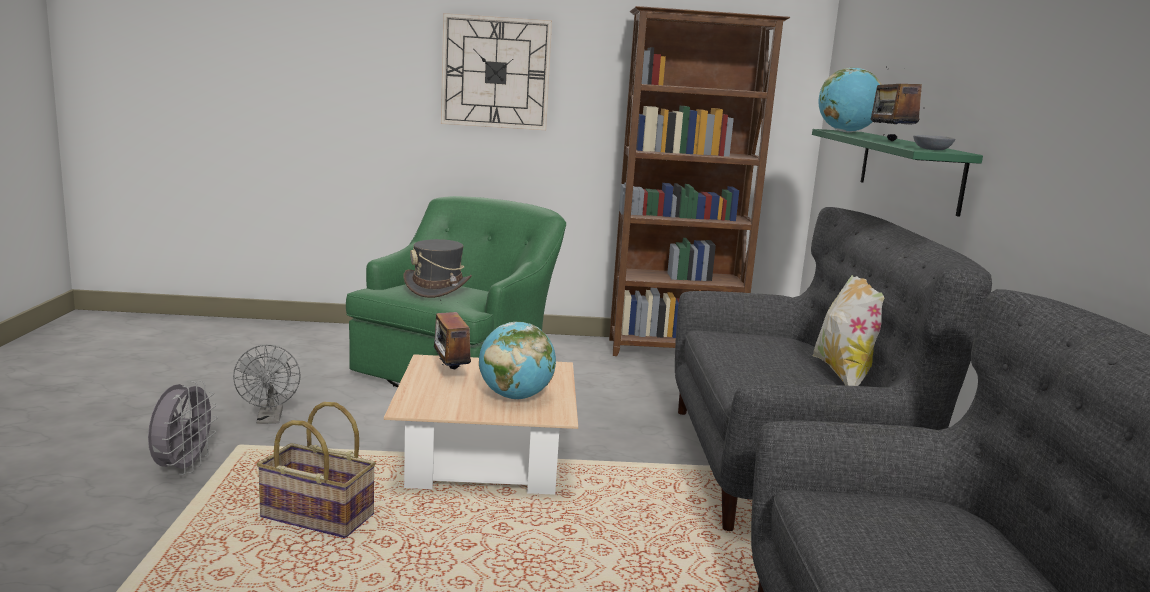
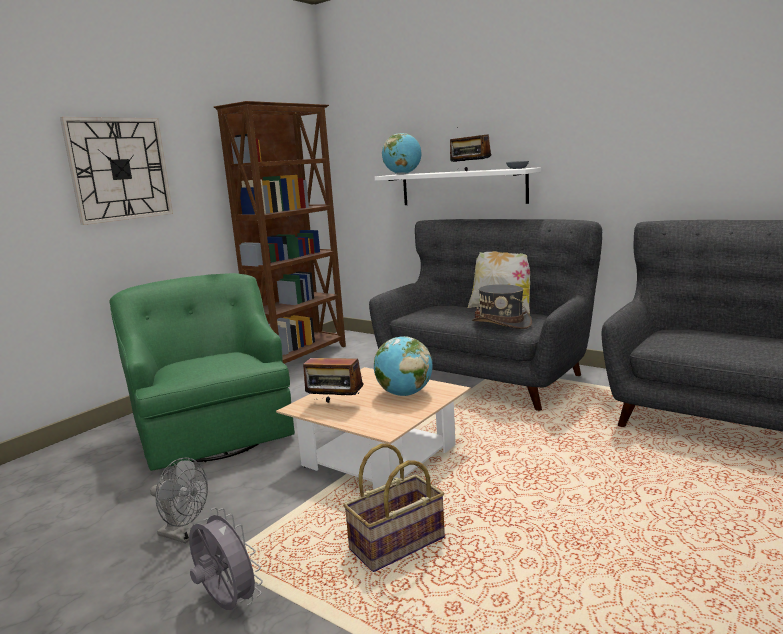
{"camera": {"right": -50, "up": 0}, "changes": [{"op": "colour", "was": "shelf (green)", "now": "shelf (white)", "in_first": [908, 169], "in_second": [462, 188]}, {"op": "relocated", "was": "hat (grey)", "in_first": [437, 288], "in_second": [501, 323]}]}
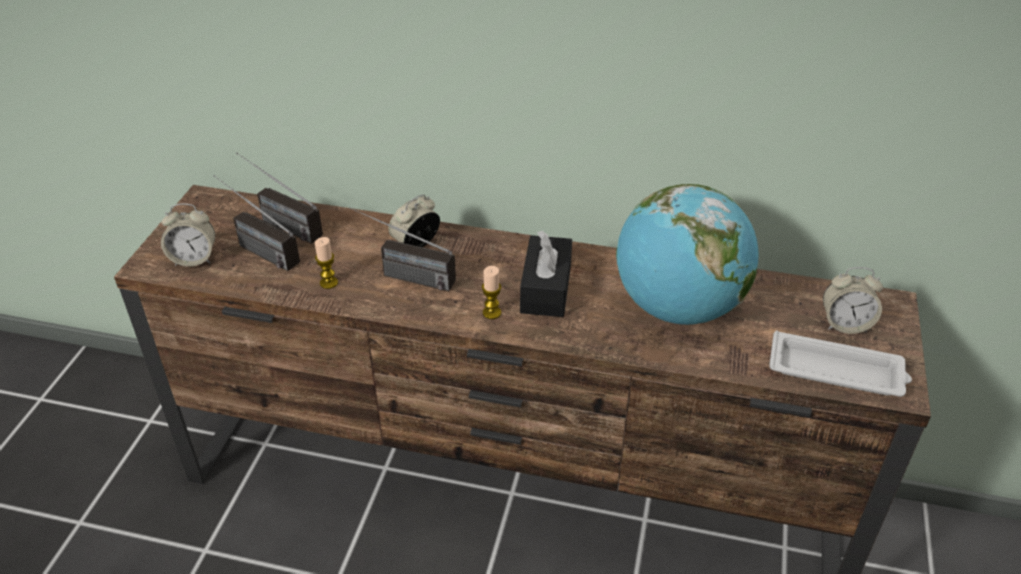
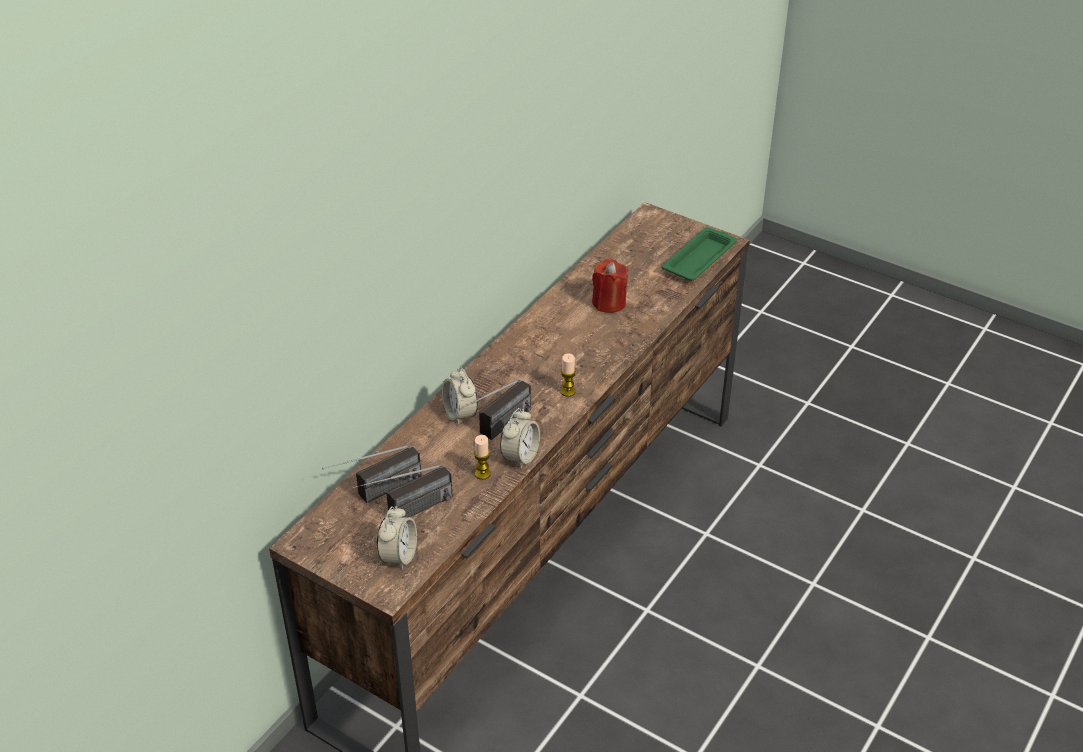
{"camera": {"right": -70, "up": 0}, "changes": [{"op": "relocated", "was": "alarm clock", "in_first": [845, 324], "in_second": [520, 456]}, {"op": "exchanged", "was": "globe", "now": "candle (red)", "in_first": [678, 308], "in_second": [609, 302]}, {"op": "colour", "was": "tray (white)", "now": "tray (green)", "in_first": [837, 372], "in_second": [700, 258]}, {"op": "missing", "was": "tissue box (black)", "in_first": [546, 288]}]}
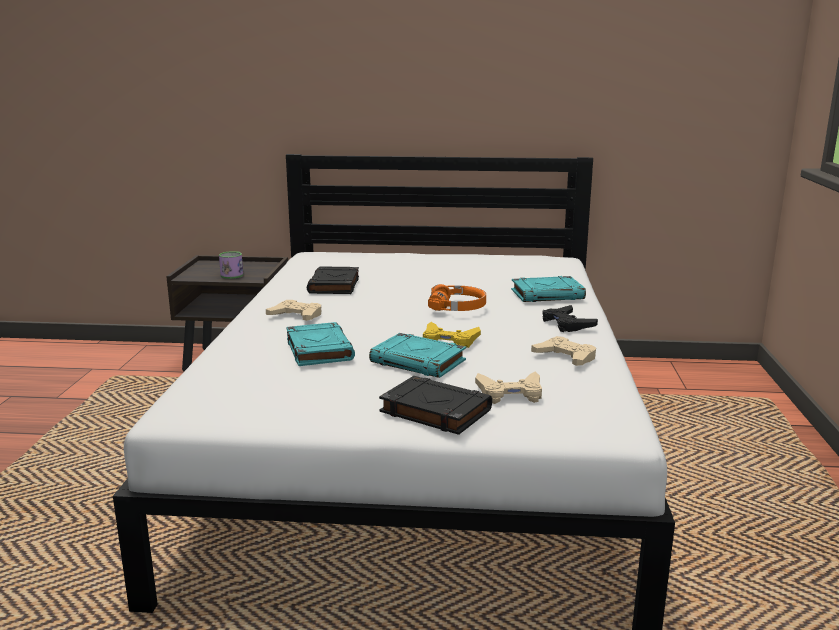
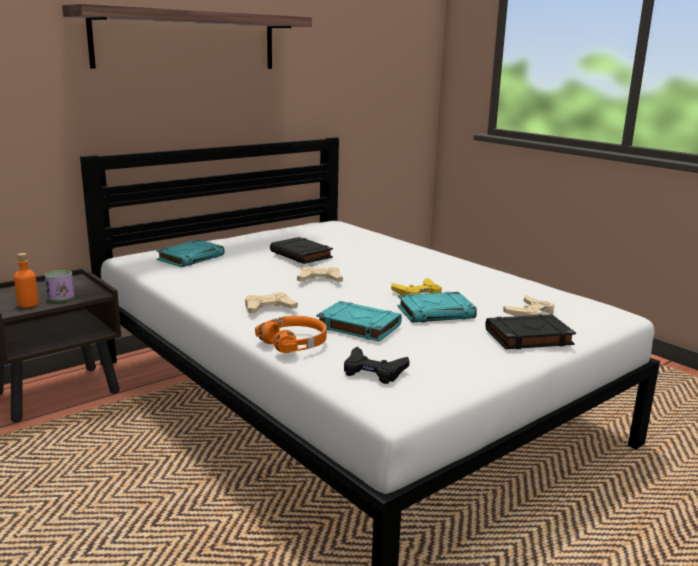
{"camera": {"right": -45, "up": 0}, "changes": [{"op": "appeared", "now": "bottle (orange)", "in_second": [28, 304]}, {"op": "appeared", "now": "shelf", "in_second": [187, 40]}, {"op": "relocated", "was": "book (turquoise)", "in_first": [548, 294], "in_second": [191, 258]}, {"op": "relocated", "was": "headphones (orange)", "in_first": [457, 307], "in_second": [294, 342]}, {"op": "relocated", "was": "book (black)", "in_first": [334, 285], "in_second": [301, 255]}, {"op": "relocated", "was": "game controller (beige)", "in_first": [565, 357], "in_second": [320, 280]}, {"op": "relocated", "was": "game controller (black)", "in_first": [567, 324], "in_second": [373, 371]}]}
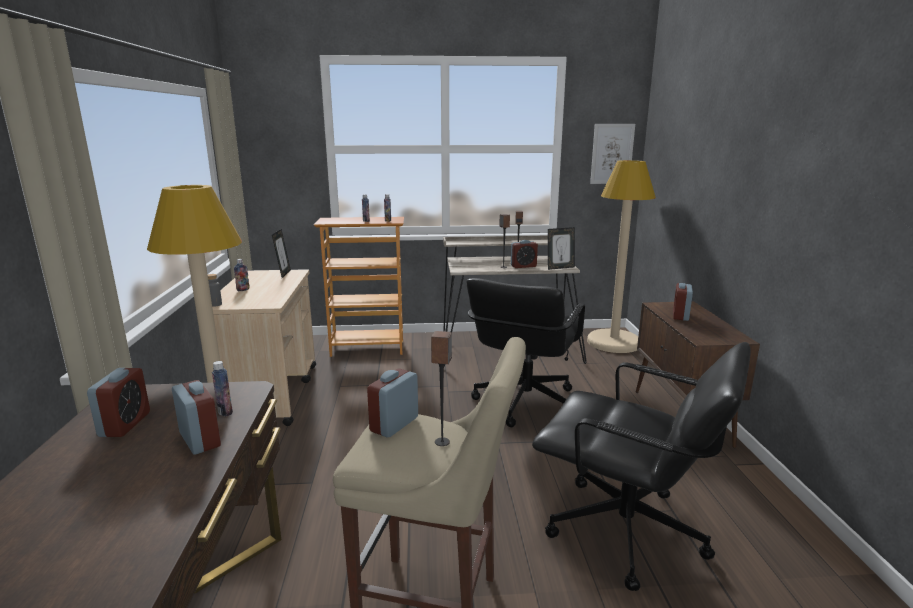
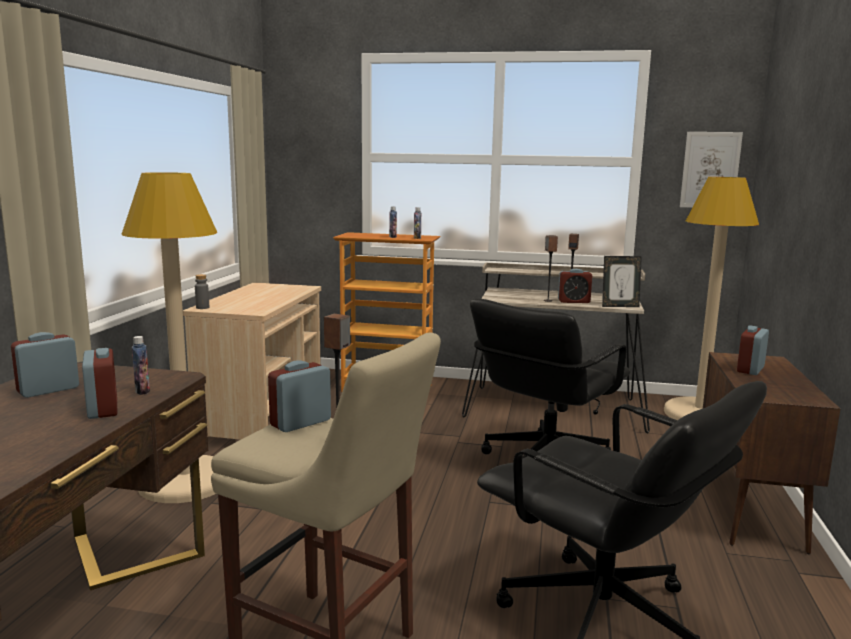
{"camera": {"right": 15, "up": -5}, "changes": [{"op": "spun", "was": "alarm clock", "in_first": [125, 424], "in_second": [48, 390], "clockwise": -150}, {"op": "missing", "was": "bottle", "in_first": [243, 290]}, {"op": "missing", "was": "picture frame", "in_first": [283, 274]}]}
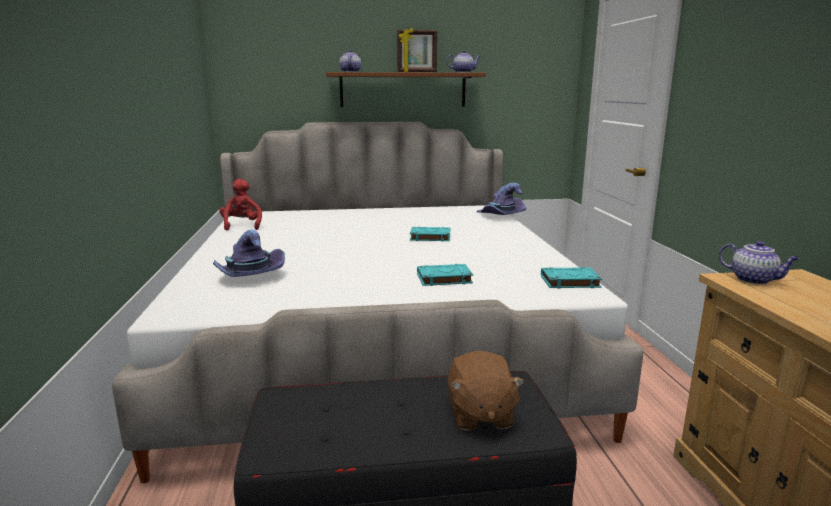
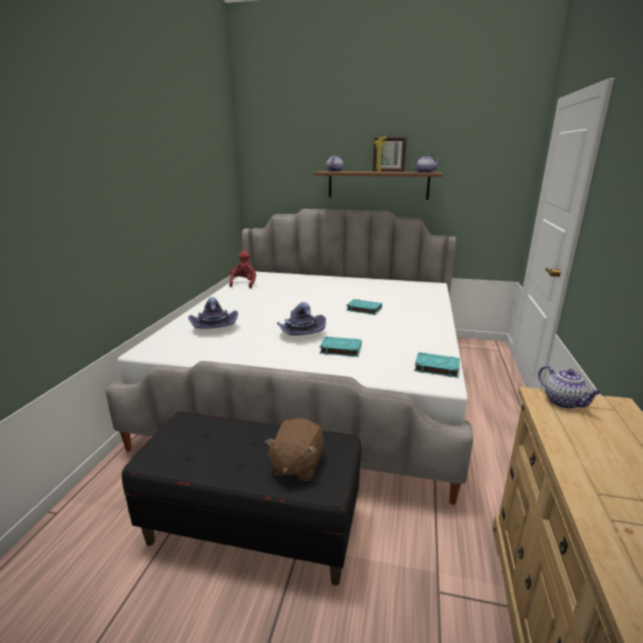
{"camera": {"right": 20, "up": 5}, "changes": [{"op": "relocated", "was": "hat (purple)", "in_first": [501, 216], "in_second": [300, 333]}]}
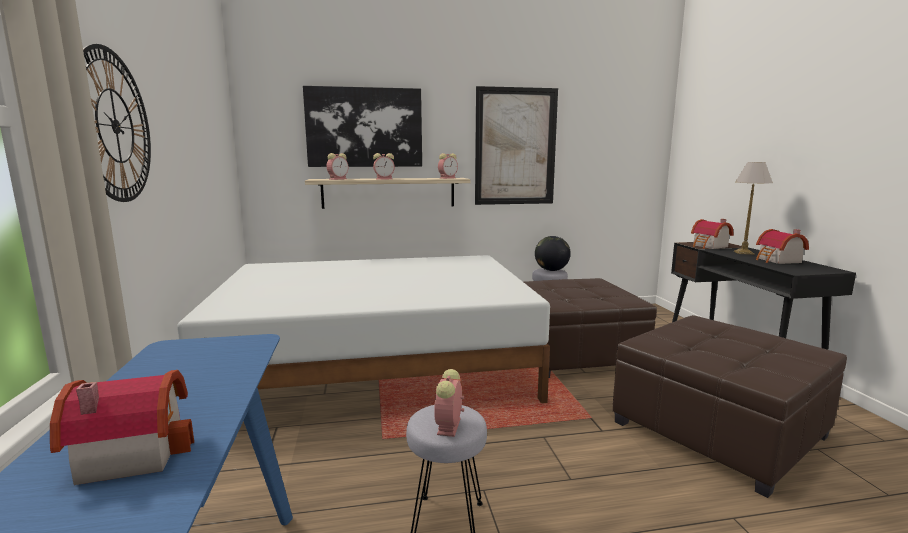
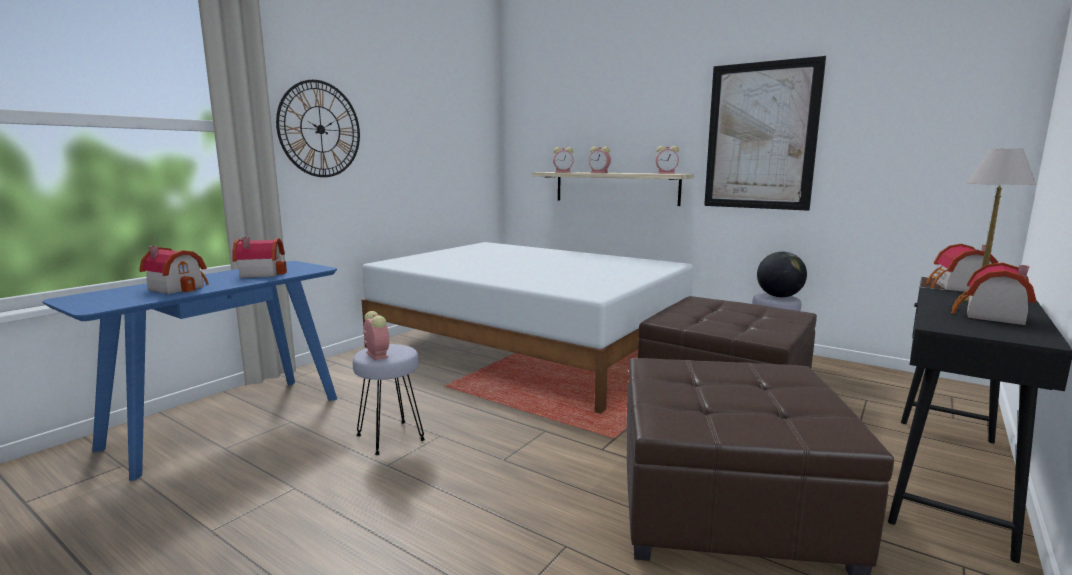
{"camera": {"right": 45, "up": 0}, "changes": [{"op": "appeared", "now": "toy house", "in_second": [261, 273]}, {"op": "spun", "was": "alarm clock", "in_first": [449, 427], "in_second": [376, 354], "clockwise": 90}, {"op": "missing", "was": "picture", "in_first": [364, 127]}]}
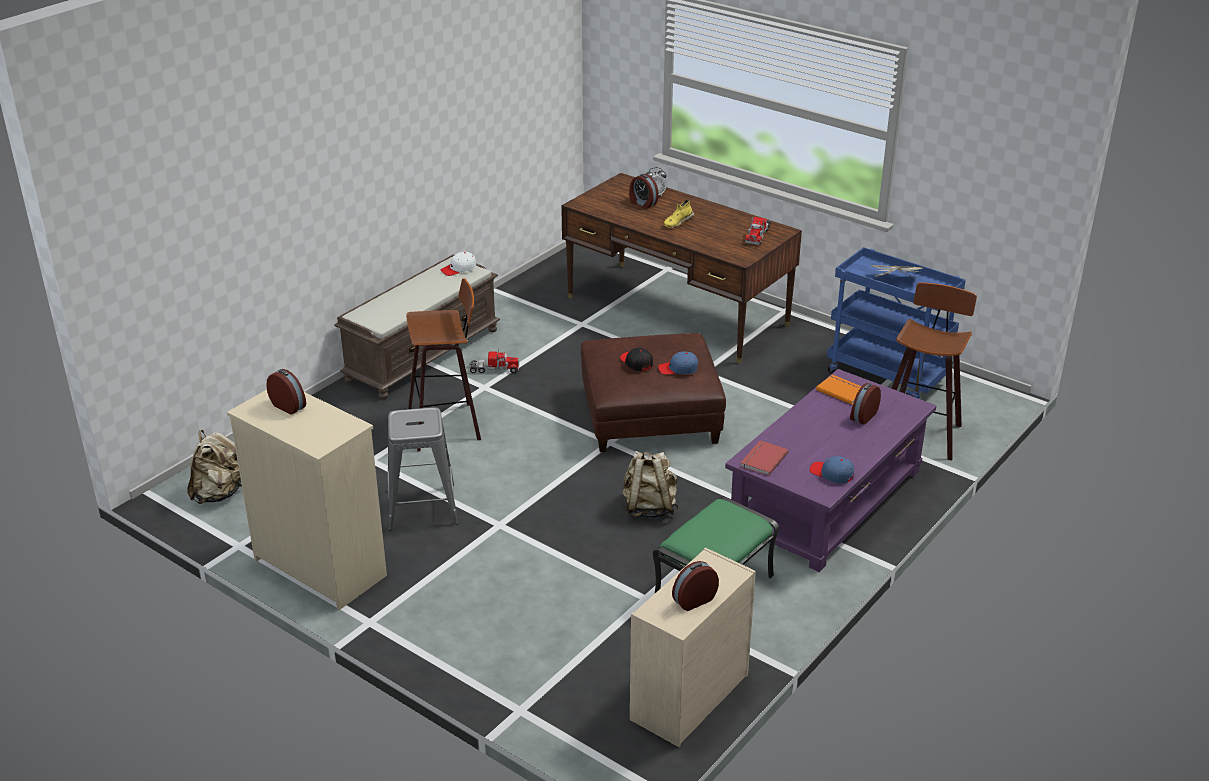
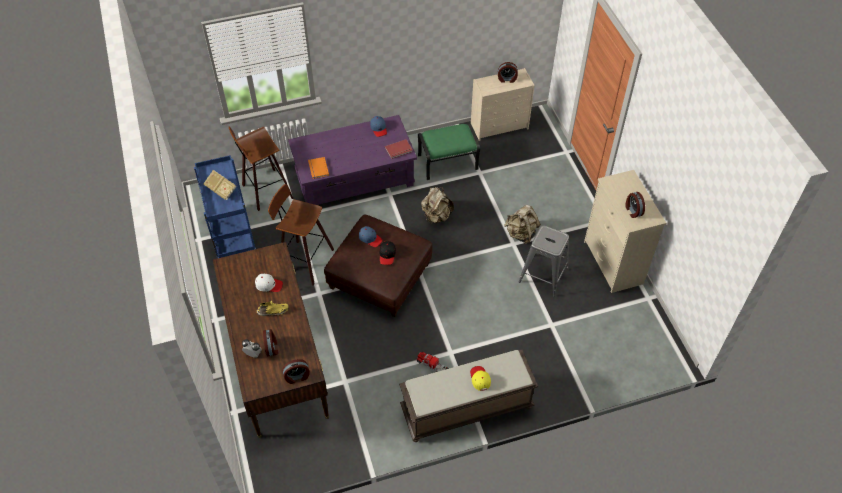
{"camera": {"right": -145, "up": 20}, "changes": [{"op": "relocated", "was": "cap (white)", "in_first": [459, 269], "in_second": [269, 285]}, {"op": "relocated", "was": "stool", "in_first": [447, 424], "in_second": [304, 261]}, {"op": "relocated", "was": "alarm clock", "in_first": [863, 416], "in_second": [297, 377]}, {"op": "appeared", "now": "cap (yellow)", "in_second": [480, 379]}, {"op": "relocated", "was": "backpack (beige)", "in_first": [219, 493], "in_second": [521, 233]}, {"op": "missing", "was": "toy truck", "in_first": [757, 235]}]}
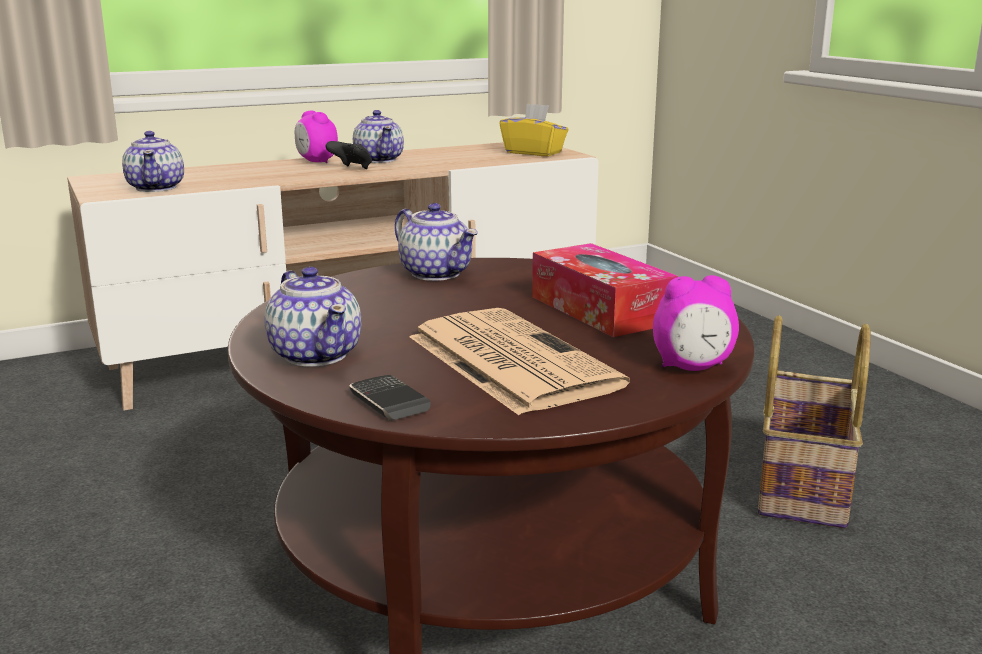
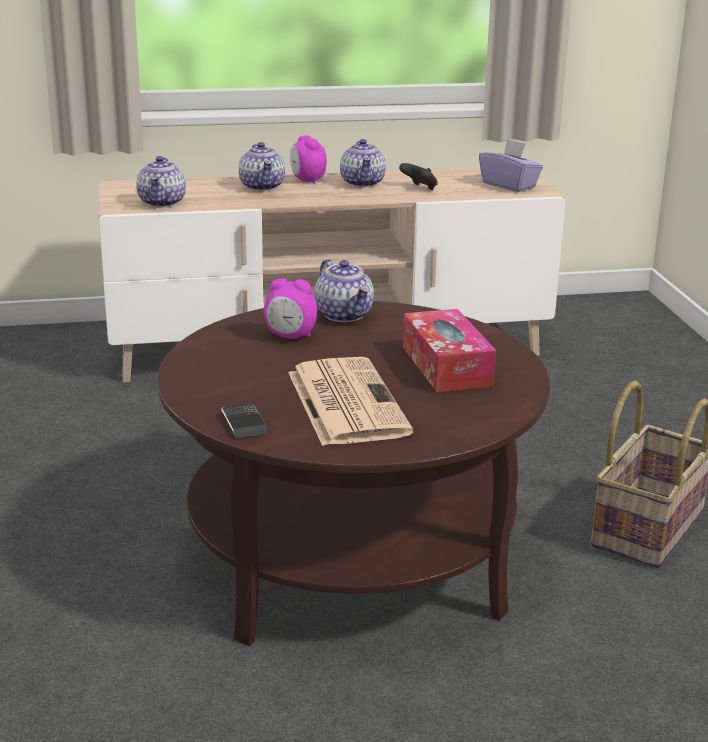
{"camera": {"right": 15, "up": 5}, "changes": [{"op": "relocated", "was": "teapot", "in_first": [316, 354], "in_second": [262, 186]}, {"op": "relocated", "was": "alarm clock", "in_first": [692, 368], "in_second": [290, 336]}, {"op": "relocated", "was": "game controller (black)", "in_first": [352, 168], "in_second": [419, 188]}, {"op": "colour", "was": "tissue box (yellow)", "now": "tissue box (purple)", "in_first": [534, 152], "in_second": [509, 185]}]}
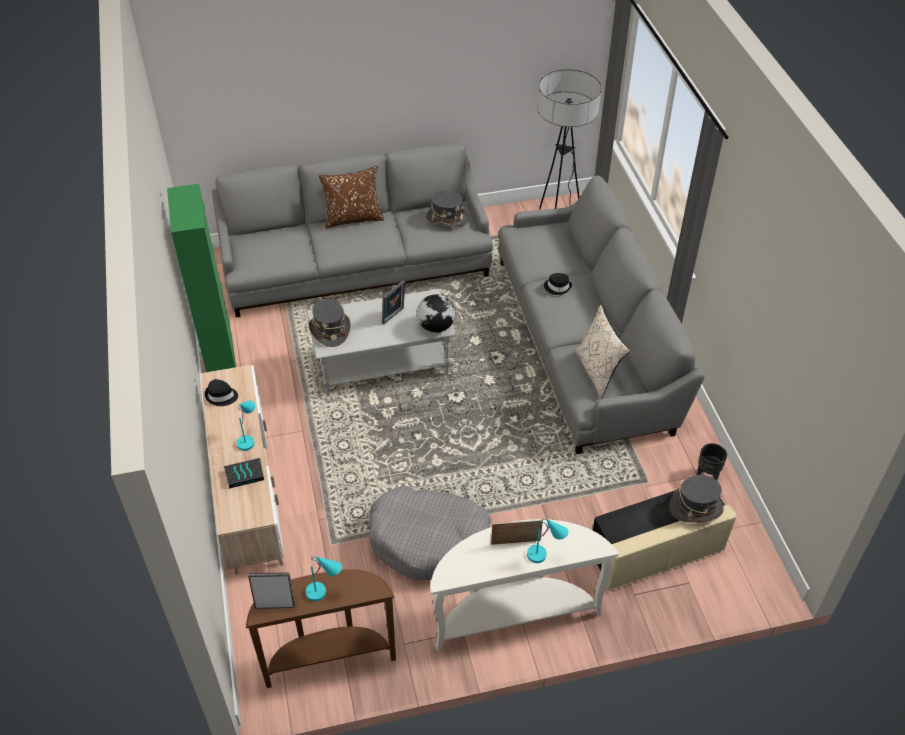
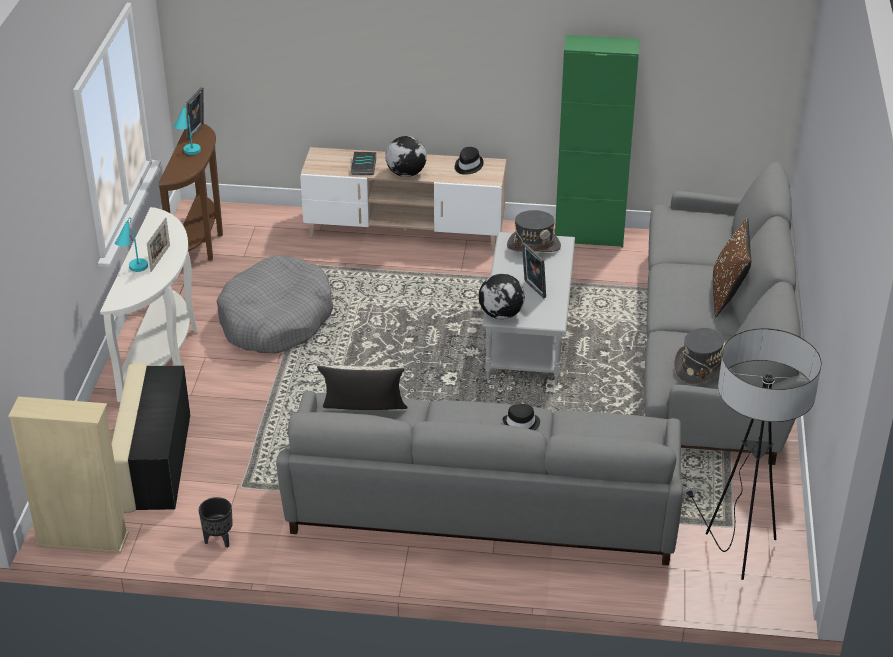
{"camera": {"right": 110, "up": -10}, "changes": [{"op": "appeared", "now": "bookcase (beige)", "in_second": [82, 539]}, {"op": "exchanged", "was": "table lamp (turquoise)", "now": "globe", "in_first": [249, 438], "in_second": [406, 173]}, {"op": "missing", "was": "hat (grey)", "in_first": [696, 507]}]}
